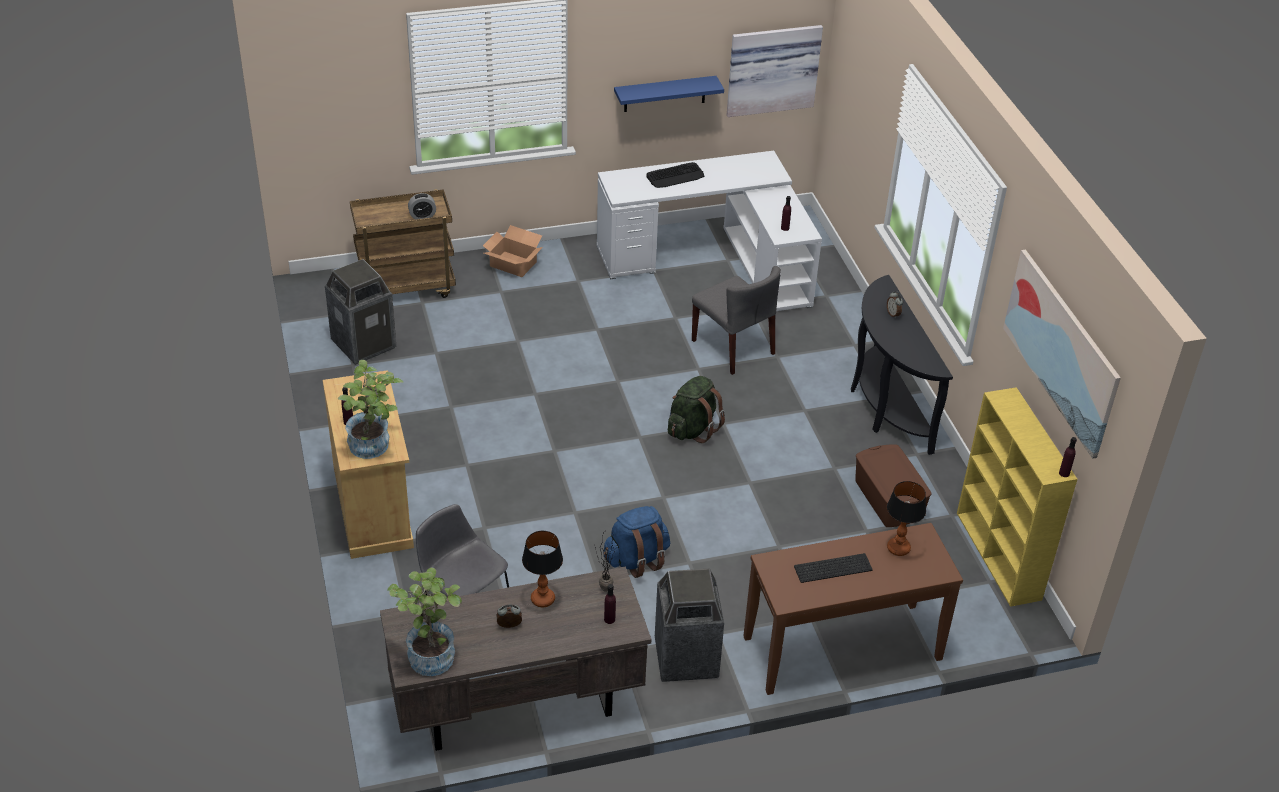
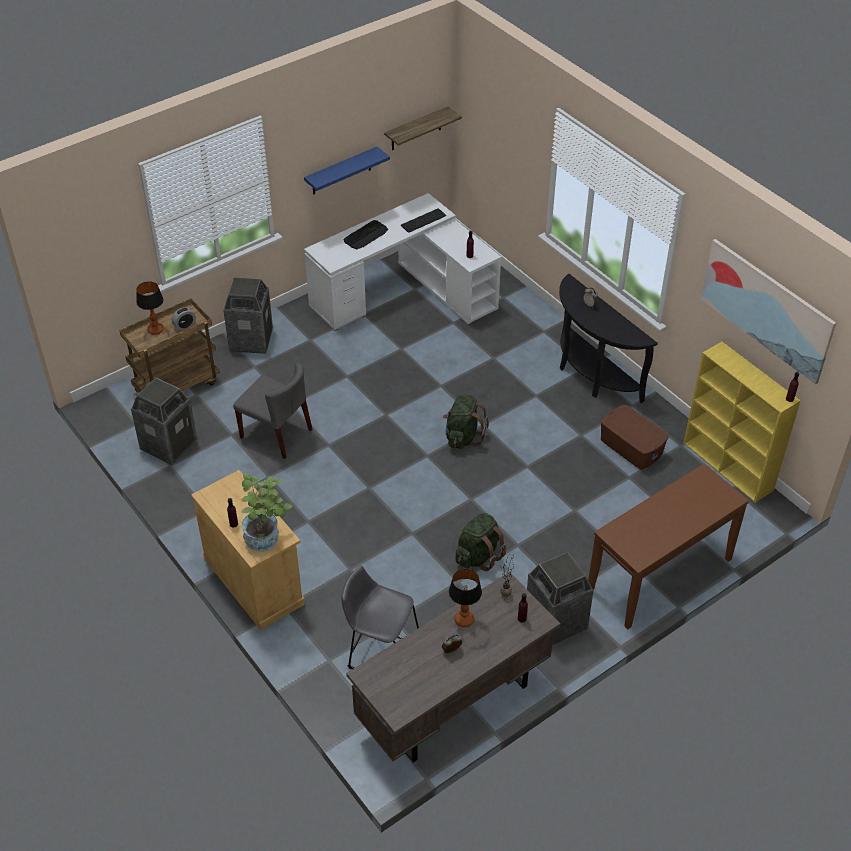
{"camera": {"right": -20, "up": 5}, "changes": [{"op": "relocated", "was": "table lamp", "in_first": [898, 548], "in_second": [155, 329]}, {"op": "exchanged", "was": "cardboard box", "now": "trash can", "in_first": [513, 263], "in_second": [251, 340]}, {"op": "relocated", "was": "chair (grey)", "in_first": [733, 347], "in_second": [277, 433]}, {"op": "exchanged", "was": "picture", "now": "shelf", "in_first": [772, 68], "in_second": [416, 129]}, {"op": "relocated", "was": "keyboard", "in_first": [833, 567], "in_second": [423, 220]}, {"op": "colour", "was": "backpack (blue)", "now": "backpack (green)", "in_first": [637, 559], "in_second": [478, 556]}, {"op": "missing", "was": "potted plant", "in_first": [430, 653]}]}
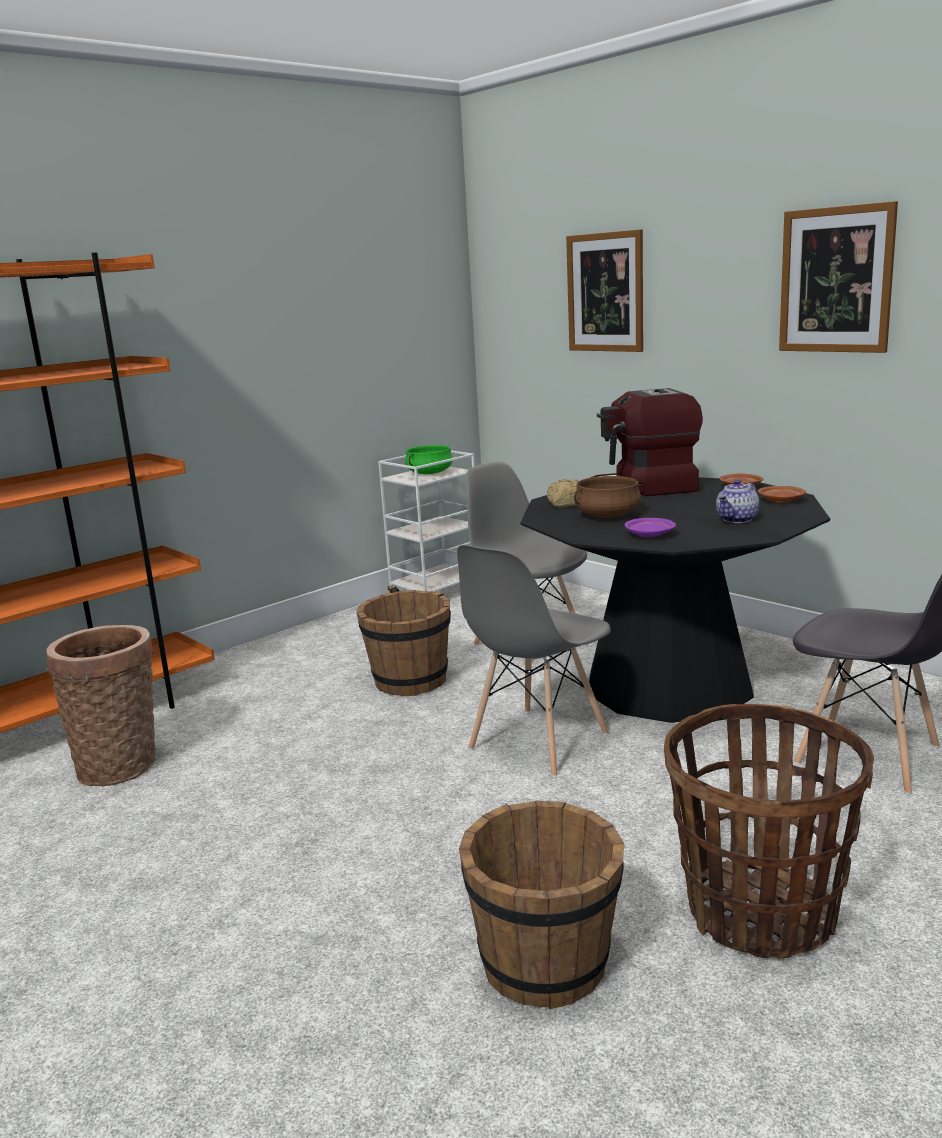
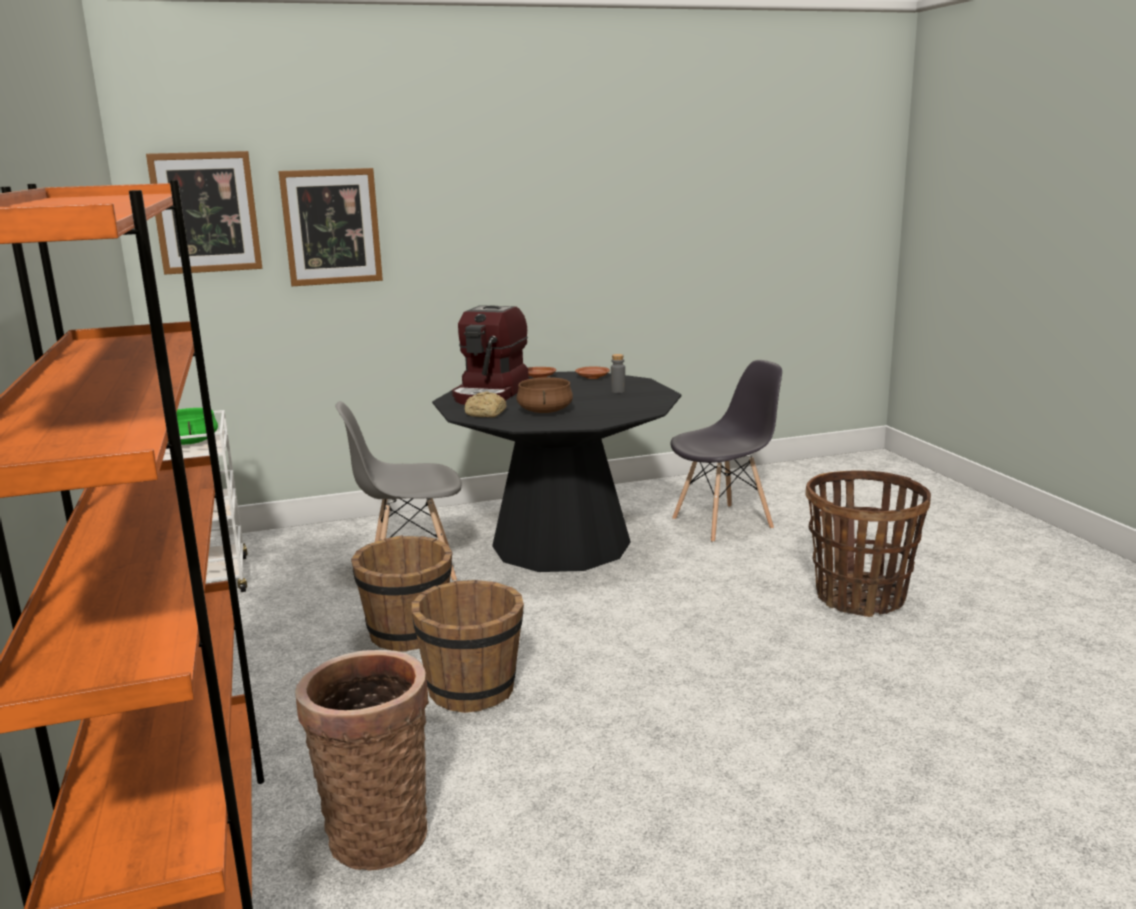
{"camera": {"right": -65, "up": 0}, "changes": [{"op": "relocated", "was": "picture", "in_first": [836, 280], "in_second": [206, 212]}, {"op": "relocated", "was": "bucket (brown)", "in_first": [546, 965], "in_second": [473, 689]}, {"op": "exchanged", "was": "teapot", "now": "bottle (grey)", "in_first": [737, 519], "in_second": [618, 391]}, {"op": "missing", "was": "chair (grey)", "in_first": [537, 742]}, {"op": "missing", "was": "plate (purple)", "in_first": [649, 534]}]}
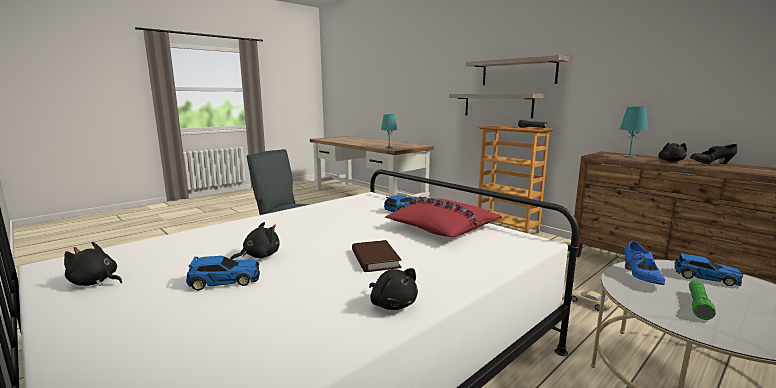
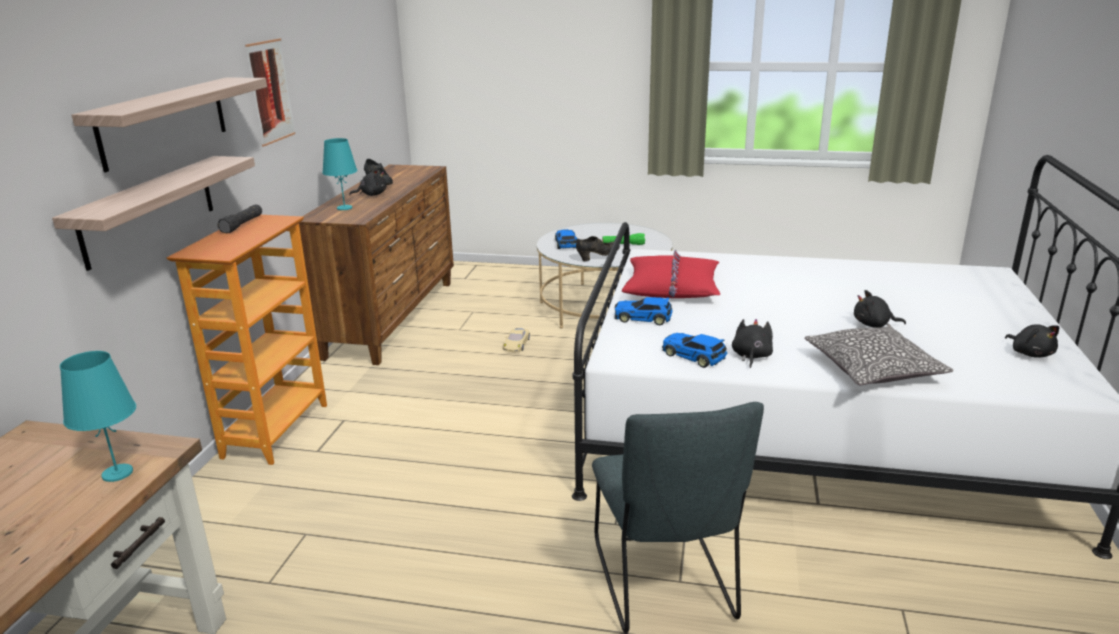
{"camera": {"right": -125, "up": 10}, "changes": [{"op": "appeared", "now": "picture", "in_second": [270, 91]}, {"op": "colour", "was": "shoe (blue)", "now": "shoe (black)", "in_first": [640, 277], "in_second": [598, 257]}, {"op": "relocated", "was": "toy car", "in_first": [223, 280], "in_second": [694, 356]}, {"op": "relocated", "was": "plush toy (black)", "in_first": [392, 304], "in_second": [751, 356]}, {"op": "appeared", "now": "pillow", "in_second": [873, 369]}, {"op": "missing", "was": "book (brown)", "in_first": [375, 259]}]}
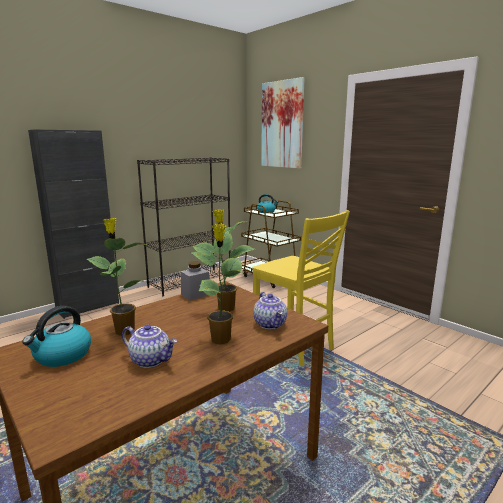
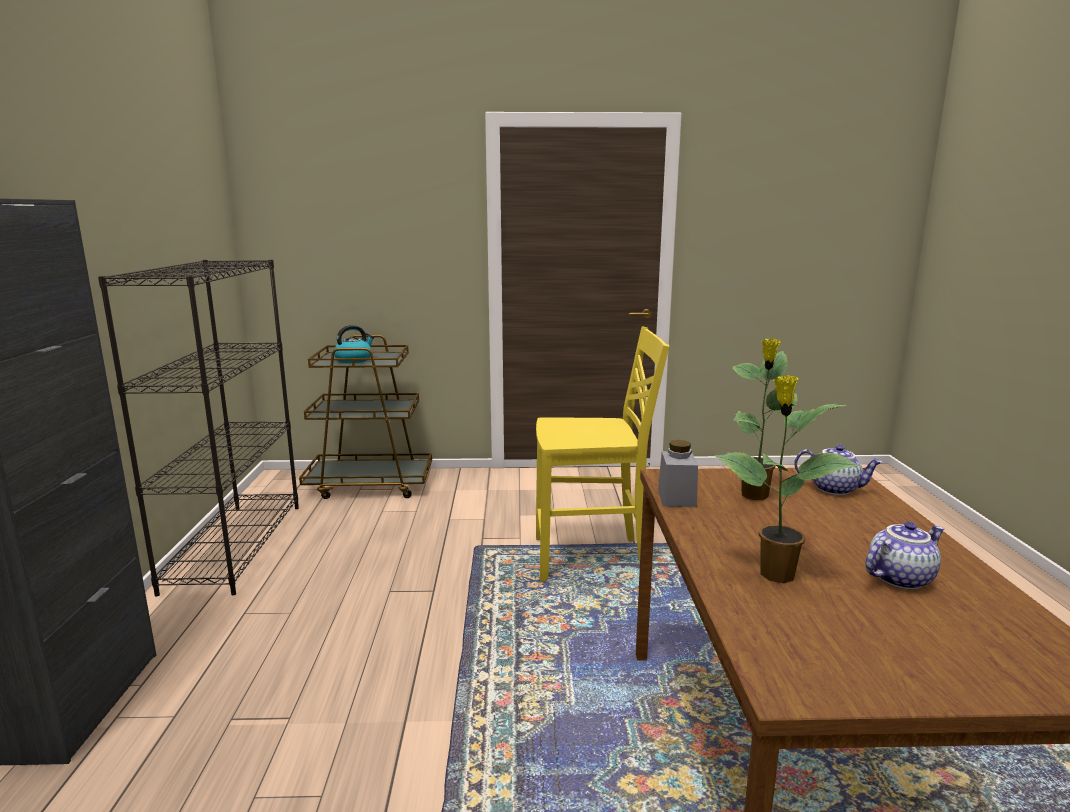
{"camera": {"right": -50, "up": 0}, "changes": [{"op": "missing", "was": "kettle", "in_first": [62, 356]}, {"op": "missing", "was": "potted plant", "in_first": [221, 340]}, {"op": "missing", "was": "picture", "in_first": [282, 125]}]}
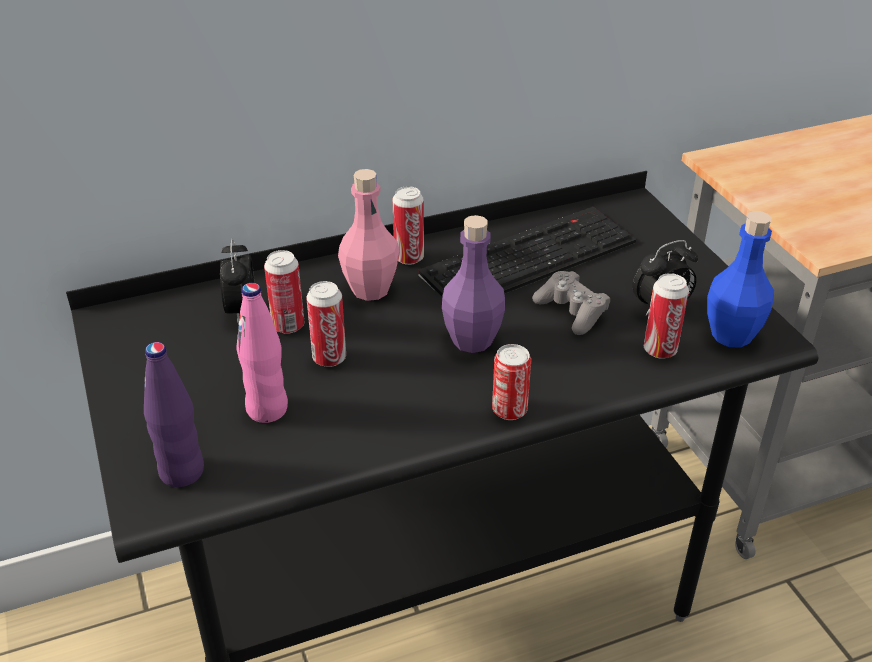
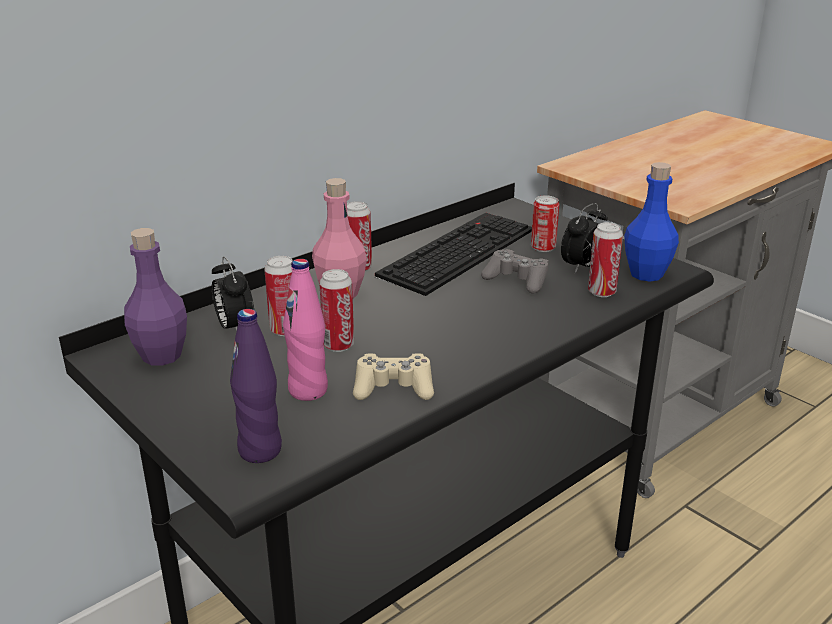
{"camera": {"right": -20, "up": -10}, "changes": [{"op": "relocated", "was": "bottle (purple)", "in_first": [472, 340], "in_second": [161, 356]}, {"op": "appeared", "now": "game controller (beige)", "in_second": [393, 388]}, {"op": "relocated", "was": "can", "in_first": [509, 410], "in_second": [543, 248]}]}
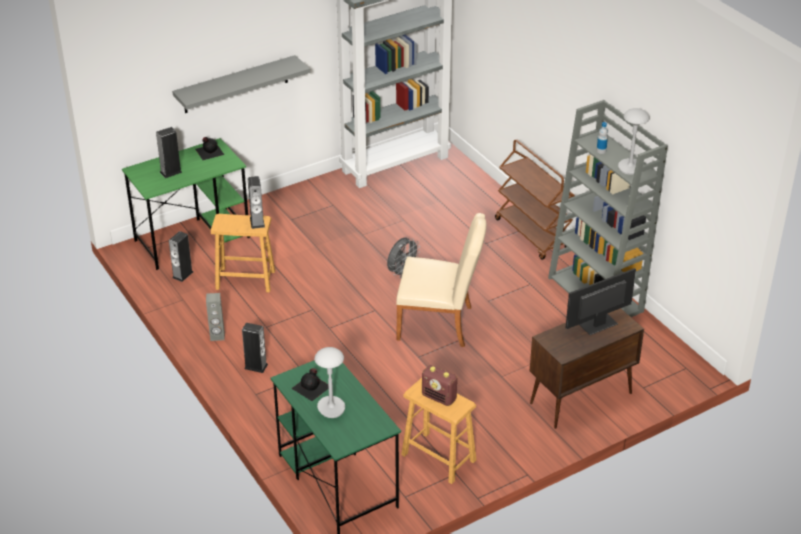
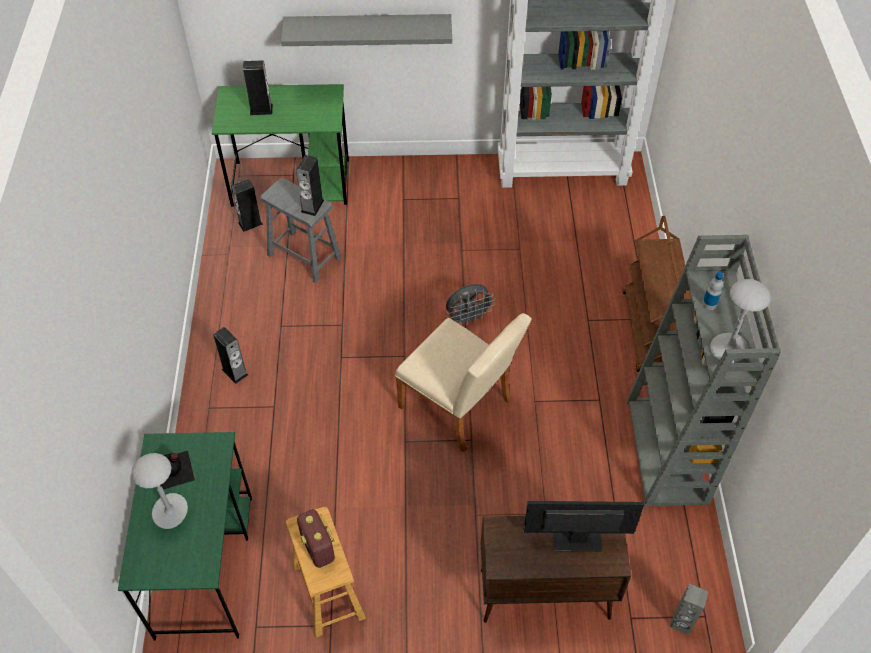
{"camera": {"right": 30, "up": 15}, "changes": [{"op": "colour", "was": "stool (brown)", "now": "stool (grey)", "in_first": [245, 280], "in_second": [304, 256]}, {"op": "relocated", "was": "speaker (grey)", "in_first": [217, 336], "in_second": [681, 623]}, {"op": "missing", "was": "bottle (black)", "in_first": [209, 151]}]}
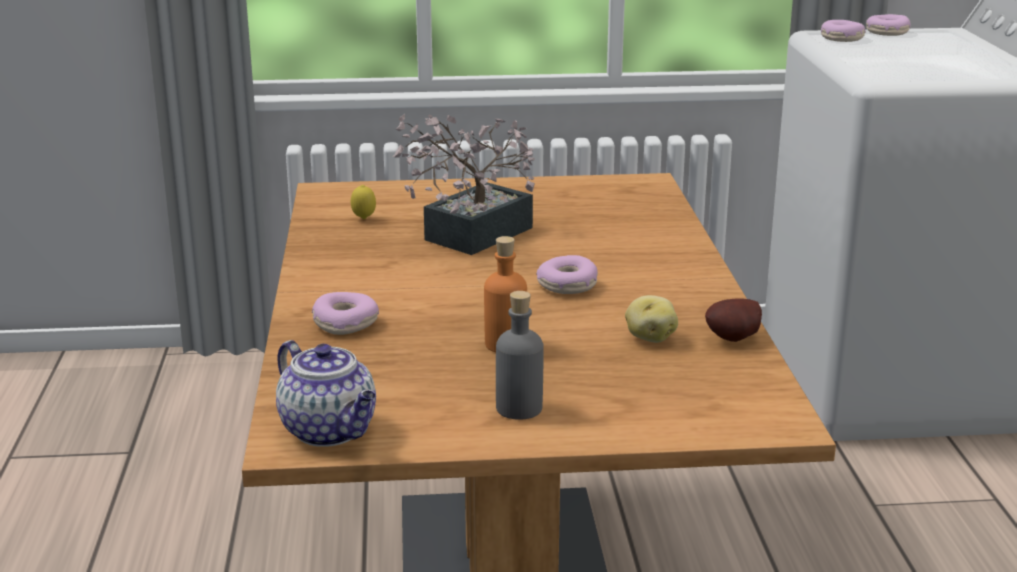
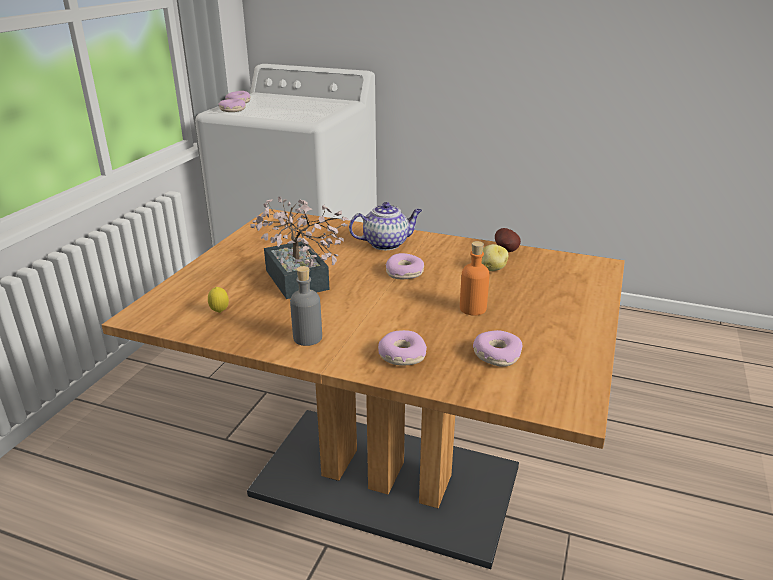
{"camera": {"right": -65, "up": 5}, "changes": [{"op": "relocated", "was": "bottle (grey)", "in_first": [519, 408], "in_second": [307, 338]}, {"op": "relocated", "was": "teapot", "in_first": [331, 431], "in_second": [386, 243]}, {"op": "appeared", "now": "donut", "in_second": [496, 355]}]}
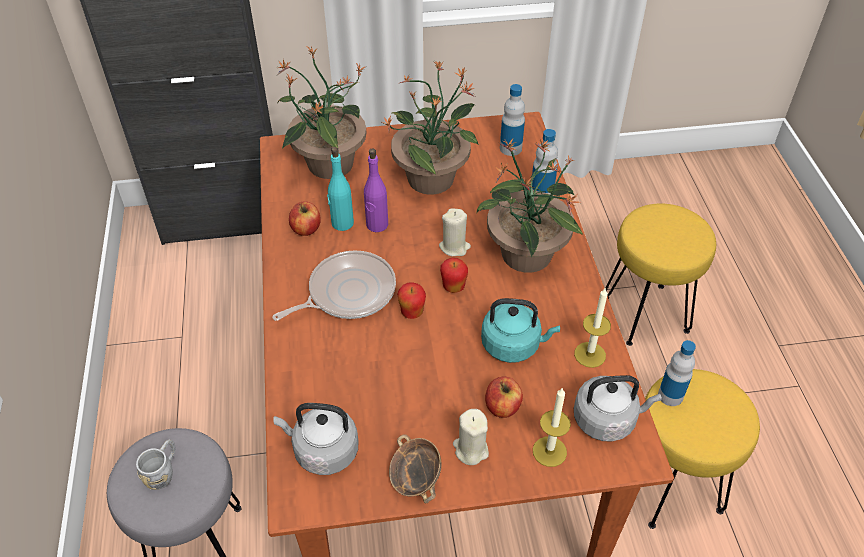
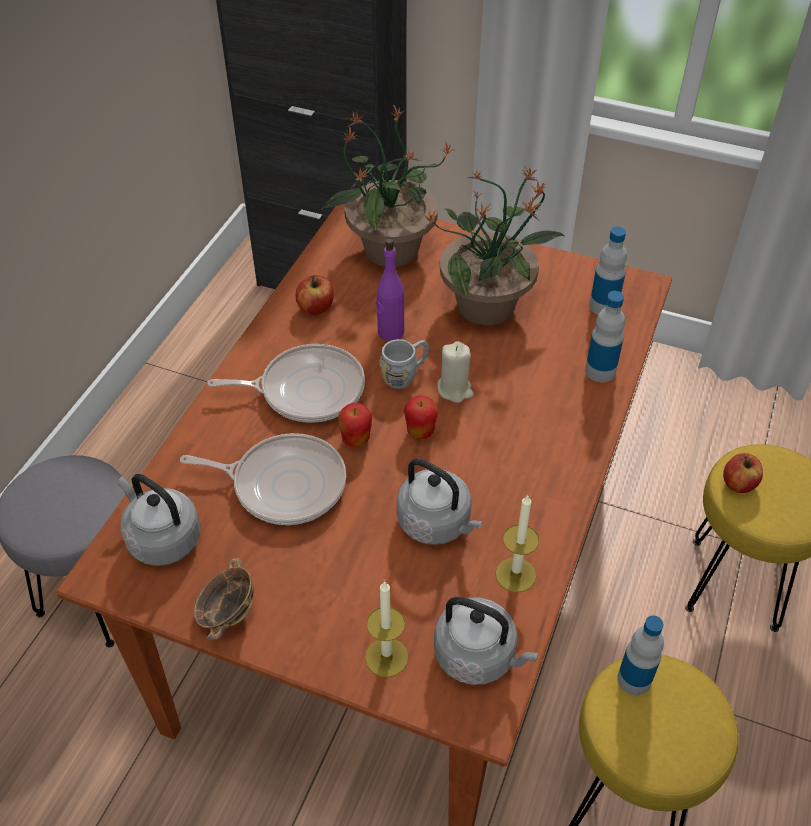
{"camera": {"right": 30, "up": 0}, "changes": [{"op": "appeared", "now": "frying pan", "in_second": [284, 484]}, {"op": "relocated", "was": "mug (grey)", "in_first": [163, 472], "in_second": [405, 375]}, {"op": "colour", "was": "kettle (turquoise)", "now": "kettle (grey)", "in_first": [513, 345], "in_second": [437, 524]}, {"op": "relocated", "was": "apple", "in_first": [502, 407], "in_second": [739, 484]}, {"op": "missing", "was": "bottle (turquoise)", "in_first": [342, 223]}, {"op": "missing", "was": "candle (beige)", "in_first": [470, 449]}, {"op": "missing", "was": "potted plant", "in_first": [526, 255]}]}
